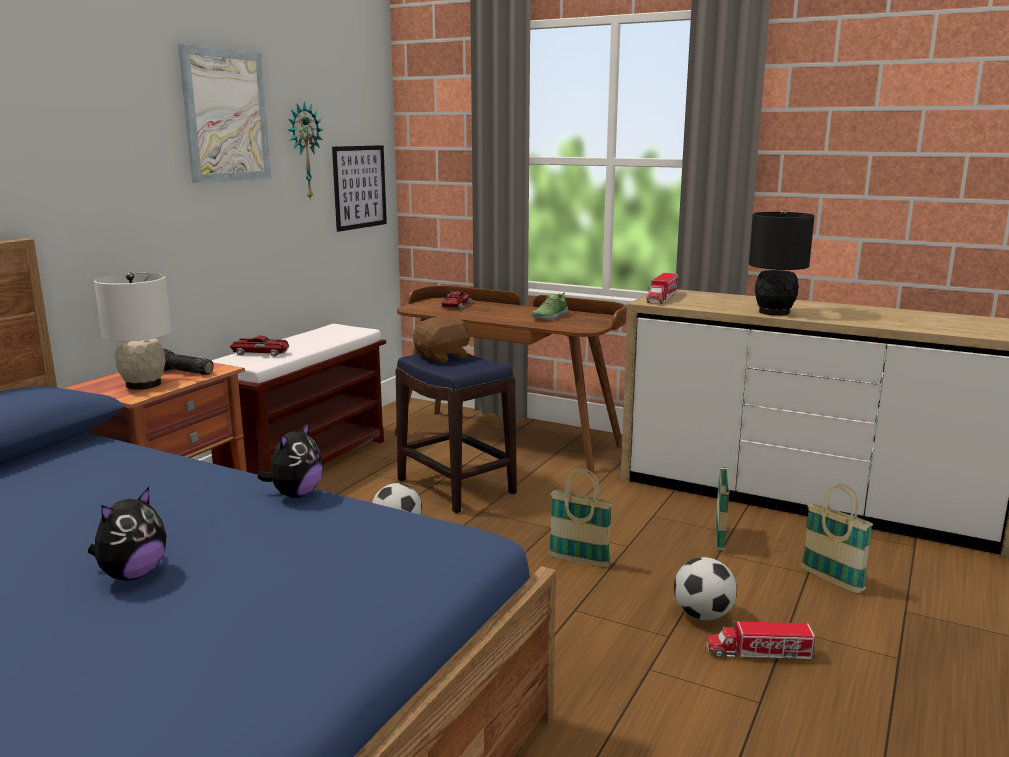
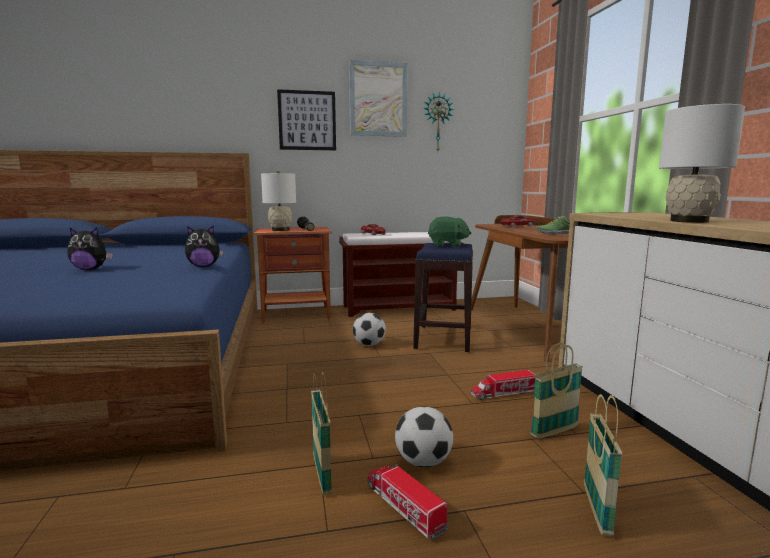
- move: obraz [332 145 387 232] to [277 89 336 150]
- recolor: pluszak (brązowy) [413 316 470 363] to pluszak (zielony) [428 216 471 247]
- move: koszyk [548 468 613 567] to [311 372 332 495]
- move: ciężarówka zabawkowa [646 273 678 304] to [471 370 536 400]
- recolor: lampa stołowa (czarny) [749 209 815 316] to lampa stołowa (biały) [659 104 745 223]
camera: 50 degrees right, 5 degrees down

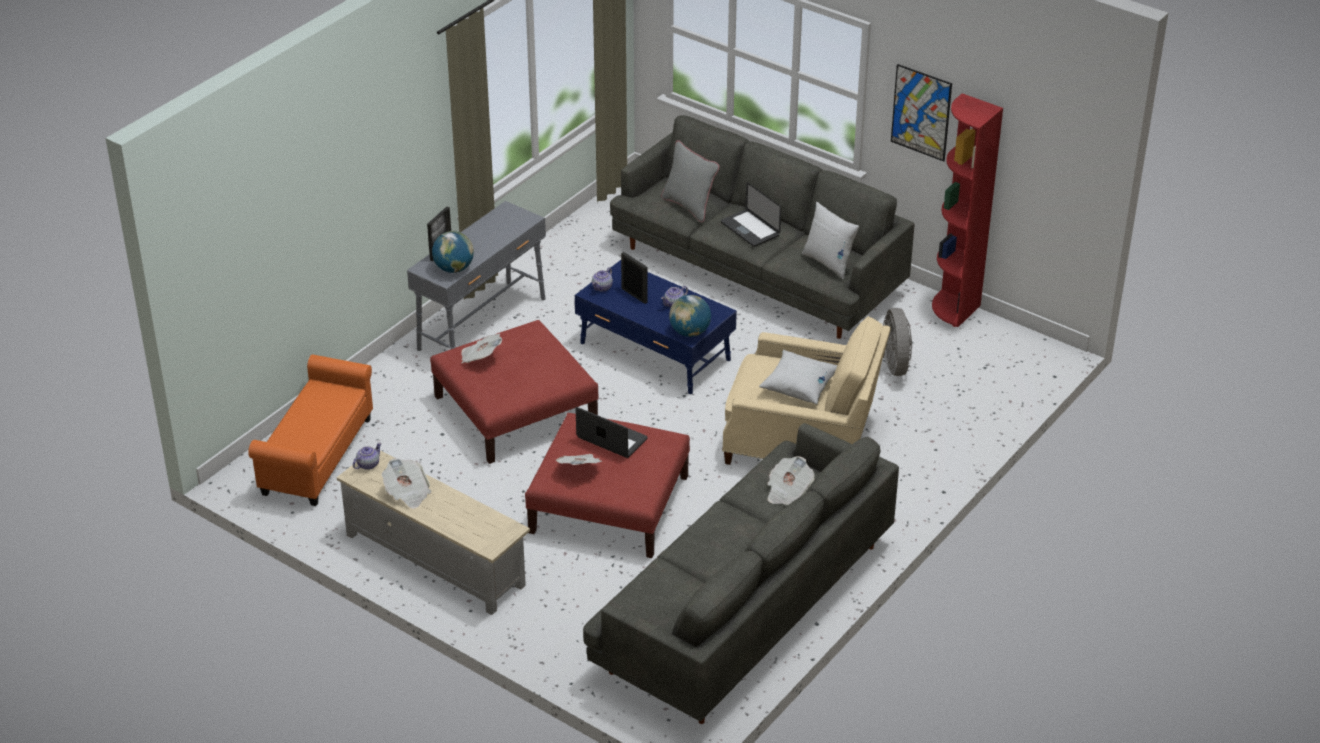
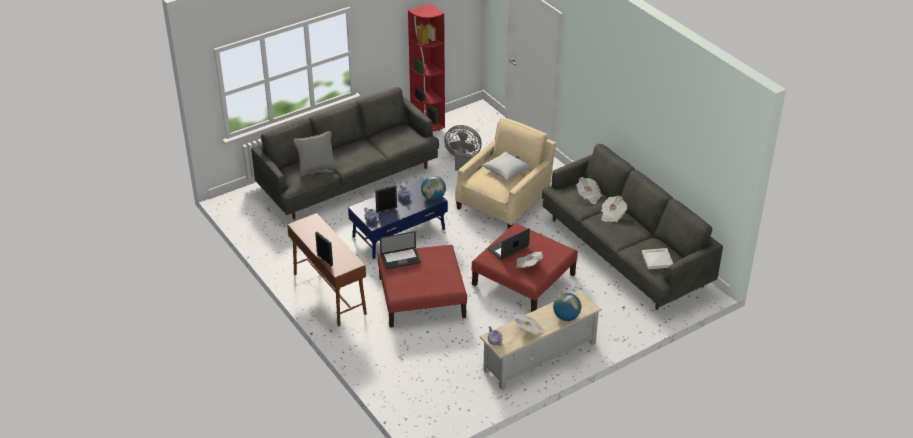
- delete: pufa (pomarańczowy) [248 354 373 506]
- recolor: stolik konsolowy (szary) [407 201 546 351] to stolik konsolowy (brązowy) [287 213 367 326]
- move: globus [432 231 474 273] to [553 293 581 321]
- move: gazeta [461 334 502 364] to [601 196 627 222]
- move: laptop [721 182 781 247] to [380 231 421 269]
- delete: poduszka (szary) [802 202 859 279]
- delete: obraz [891 64 952 161]
- insert: taca (biały) [642 248 673 269]
camera: 70 degrees left, 0 degrees up

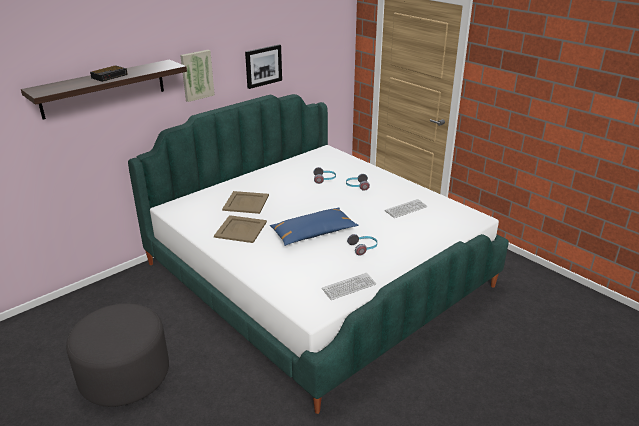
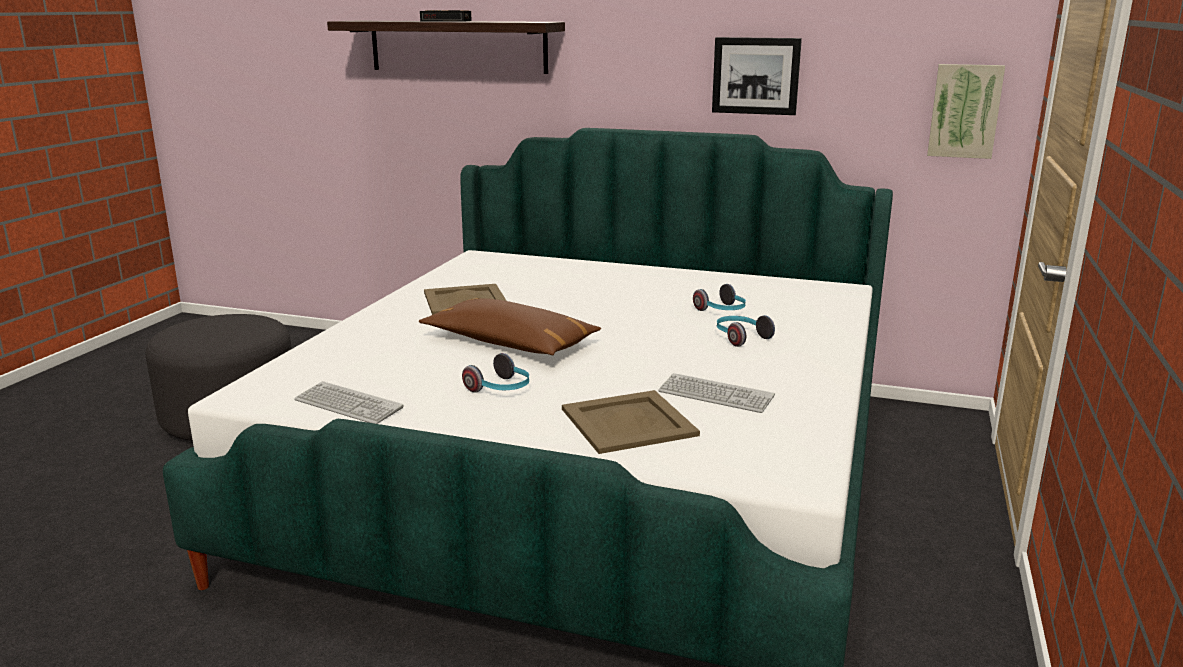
- move: obraz [180 50 215 102] to [927 64 1005 159]
- move: taca (beżowy) [222 191 269 214] to [562 390 700 454]
- recolor: poduszka (niebieski) [270 207 358 246] to poduszka (brązowy) [419 298 601 355]
camera: 60 degrees right, 10 degrees down

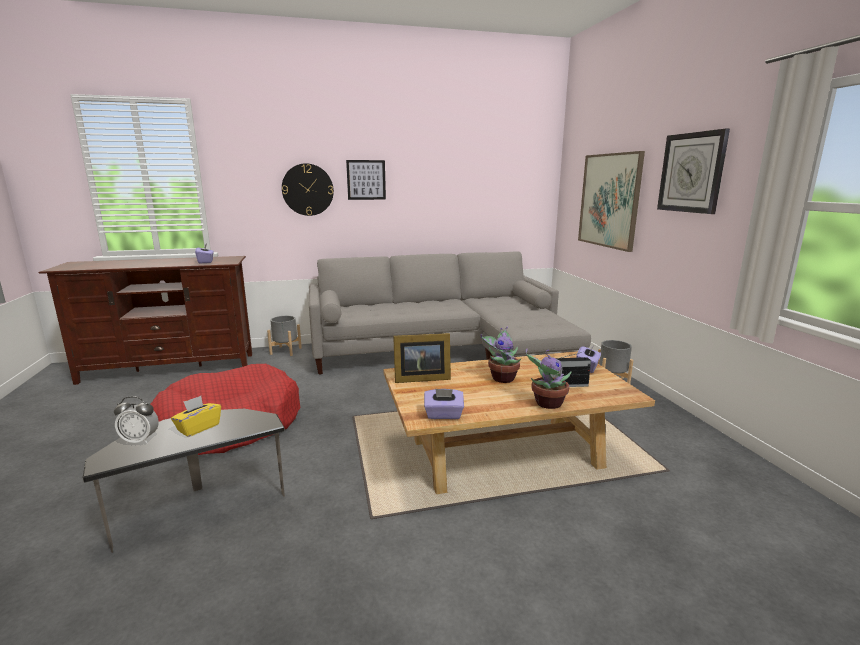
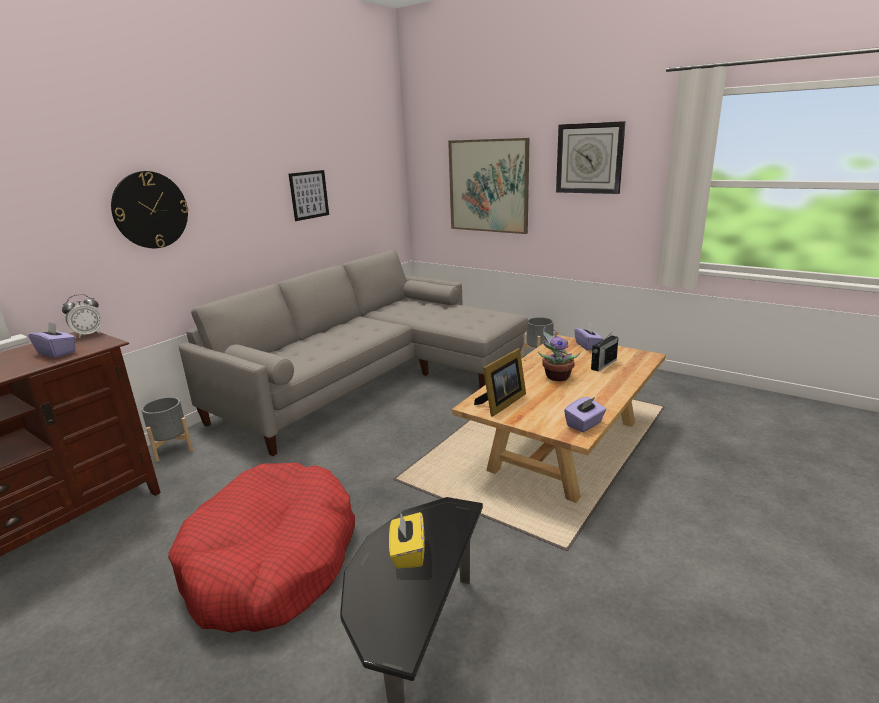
- move: budzik [114 396 159 444] to [62 294 102 338]
- move: obraz [346 160 386 200] to [289 170 329 221]
- delete: roślina doniczkowa [525 348 572 409]
camera: 40 degrees left, 5 degrees up

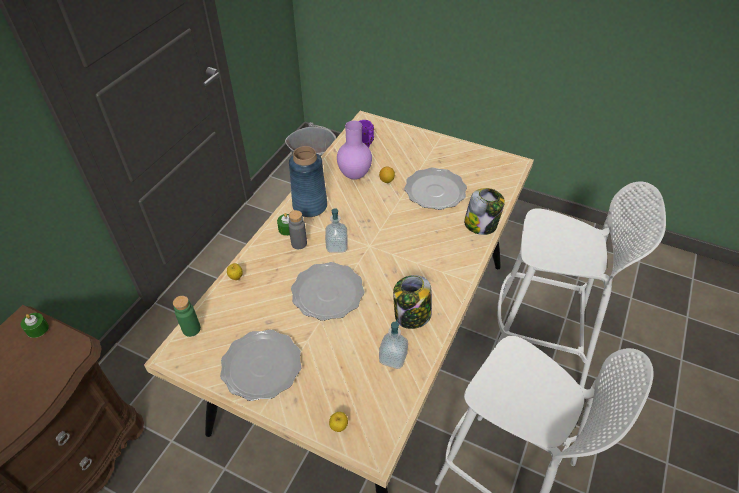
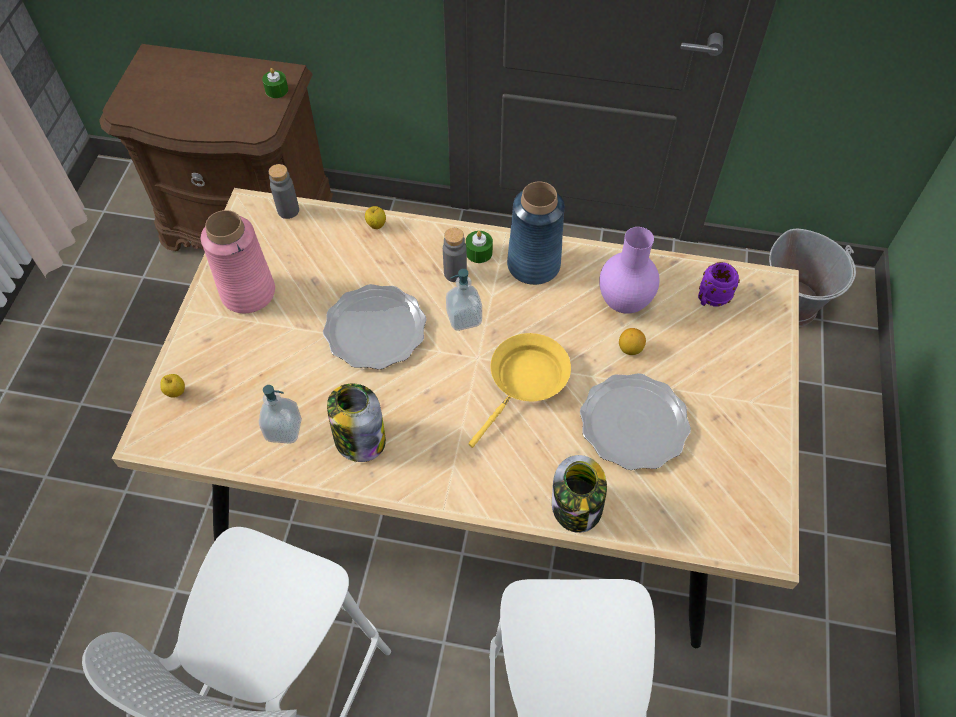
- recolor: butelka (zielony) [173 296 201 337] to butelka (szary) [269 164 299 219]
- replace: talerz [220 329 301 401] to wazon (różowy) [201 210 275 313]
- insert: patelnia (żółty) [468 333 571 448]
camera: 75 degrees right, 10 degrees up

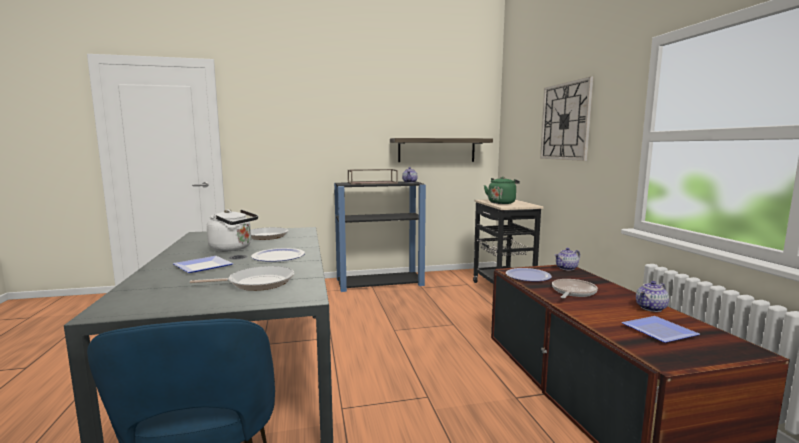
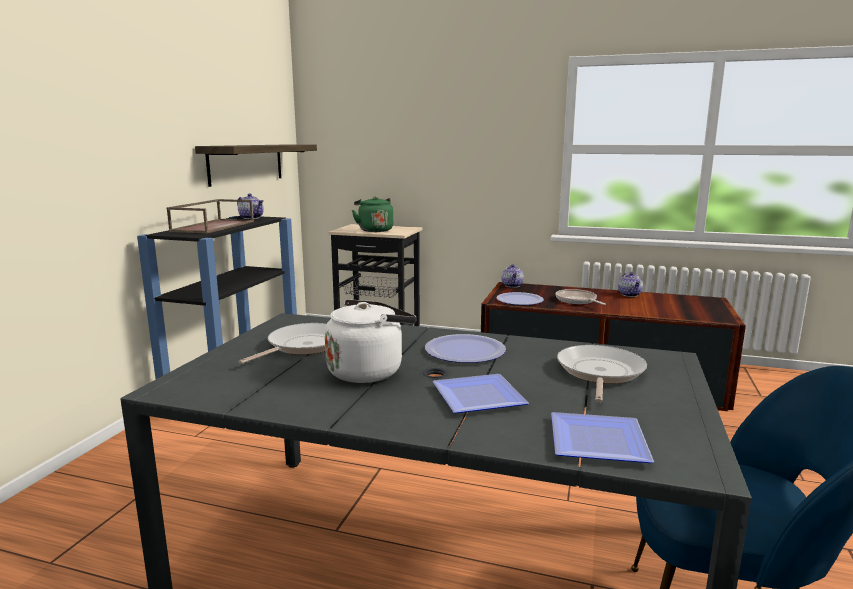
- delete: zegar ścienny [540 77 593 161]
- move: talerz [622 316 700 343] to [551 412 654 463]
camera: 60 degrees left, 5 degrees up

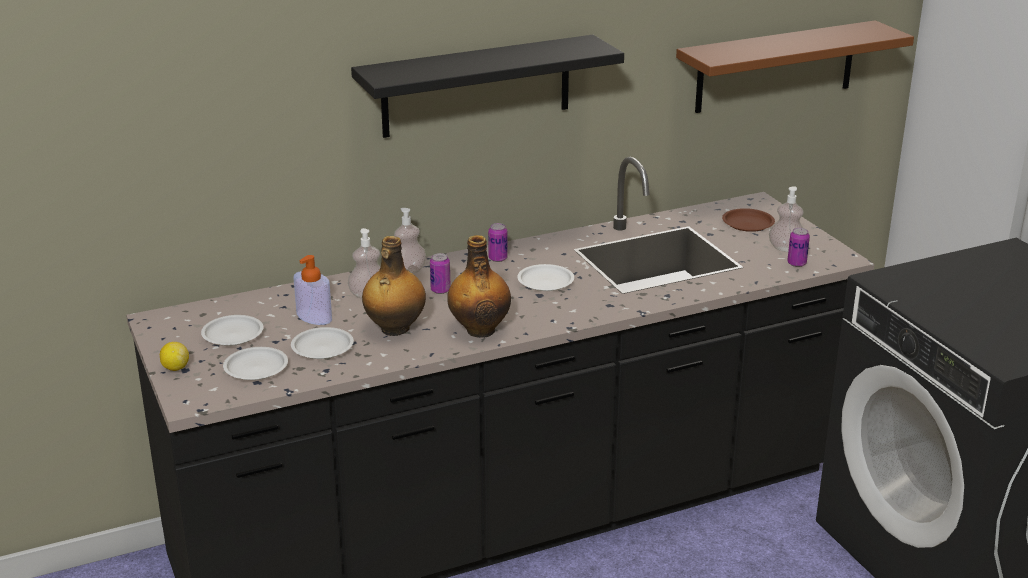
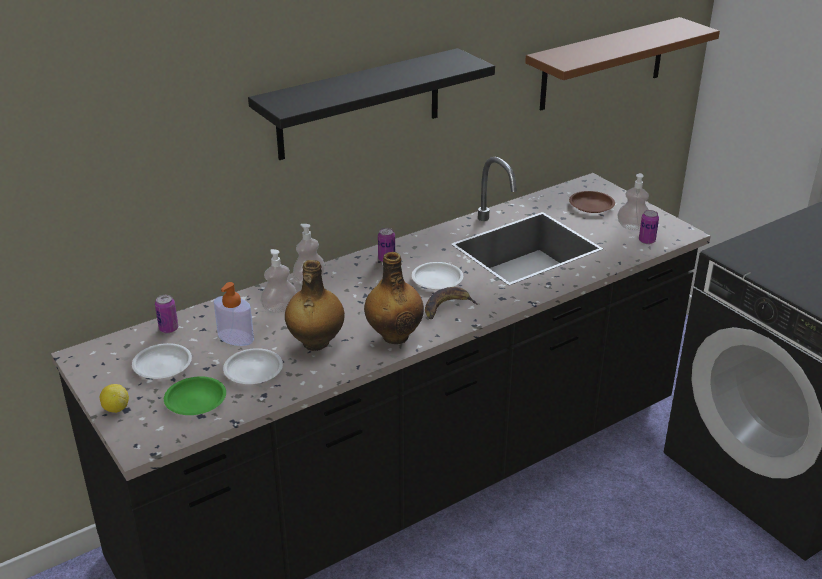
- recolor: talerz (biały) [223 347 288 380] to talerz (zielony) [164 376 226 415]
- move: puszka [430 253 451 294] to [155 295 178 333]
- insert: banan [425 287 479 319]
camera: 10 degrees left, 5 degrees up

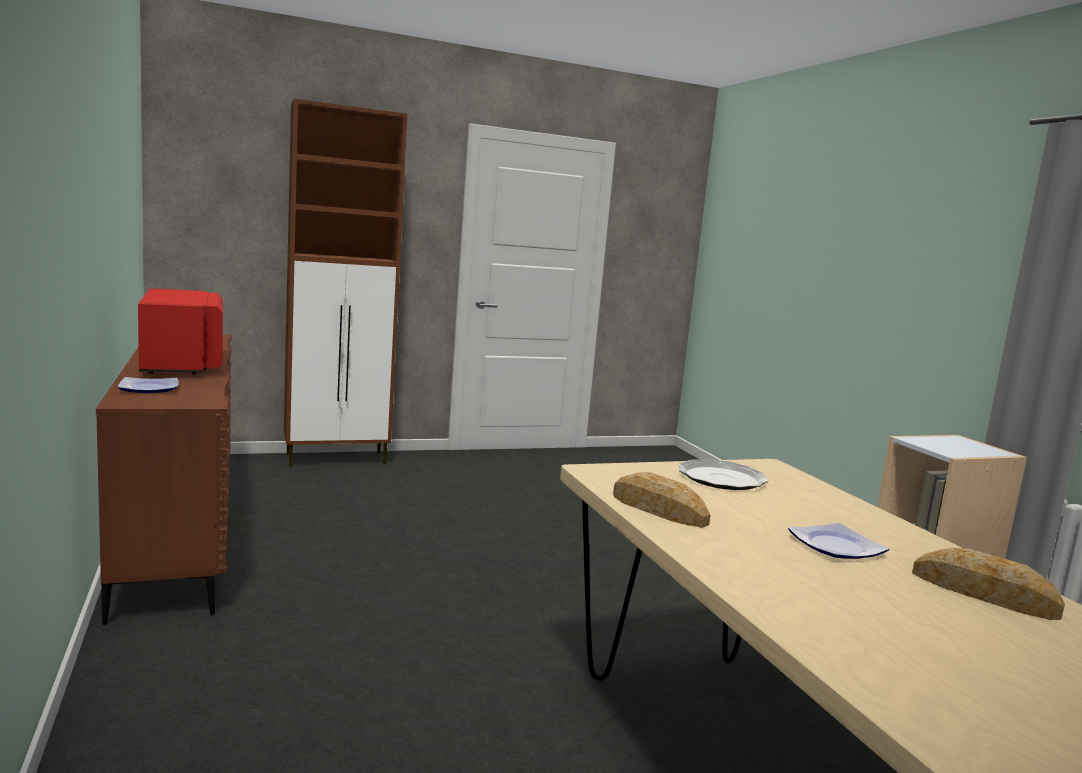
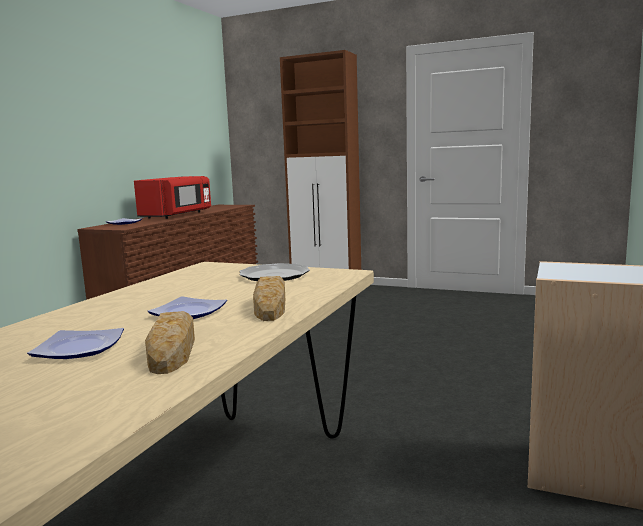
- move: chleb [613 472 711 528] to [253 276 285 321]
- insert: talerz [27 328 124 359]
camera: 45 degrees right, 0 degrees up

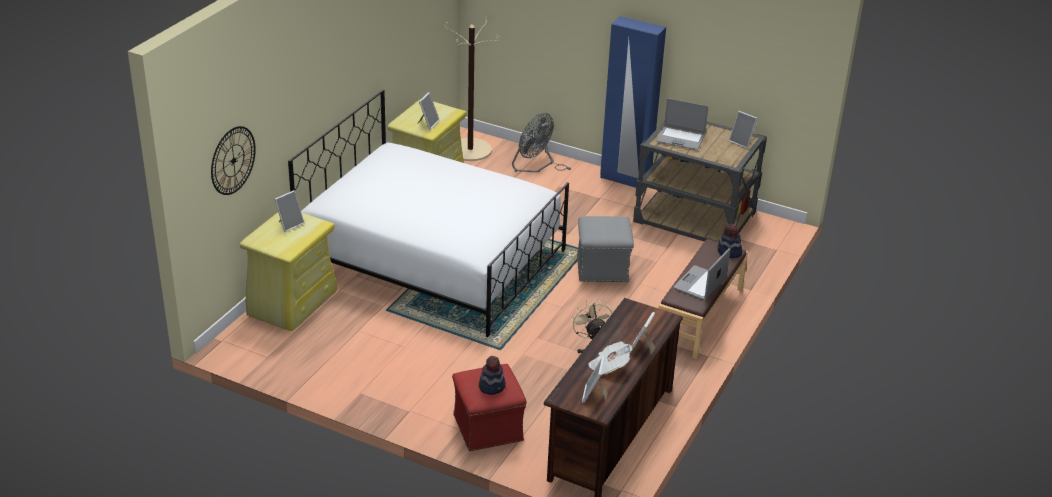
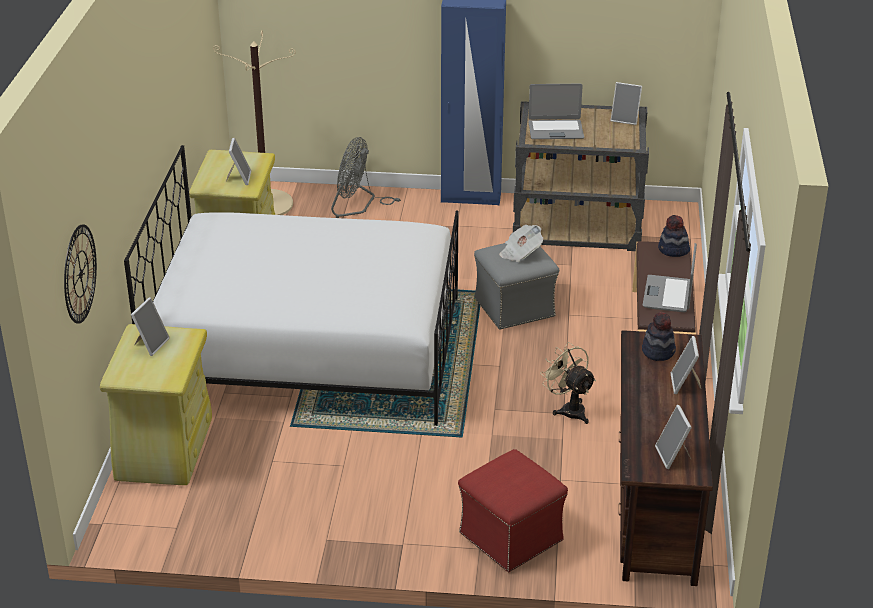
- move: kapelusz [479 356 506 395] to [642 312 676 361]
- move: gazeta [588 341 632 374] to [499 225 543 262]
camera: 20 degrees left, 0 degrees up

